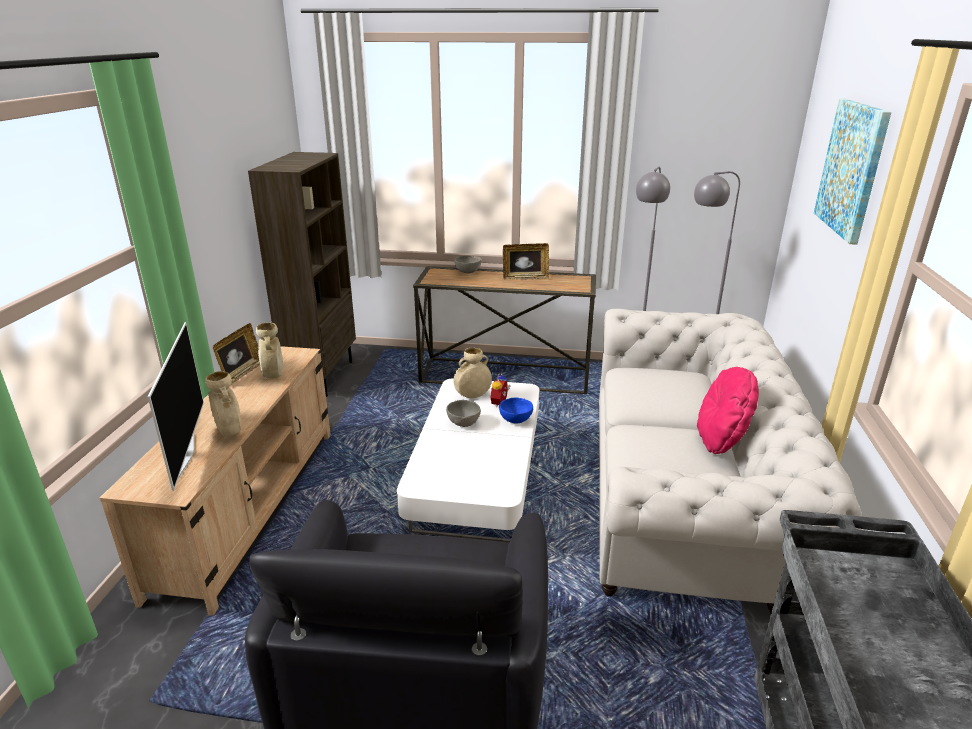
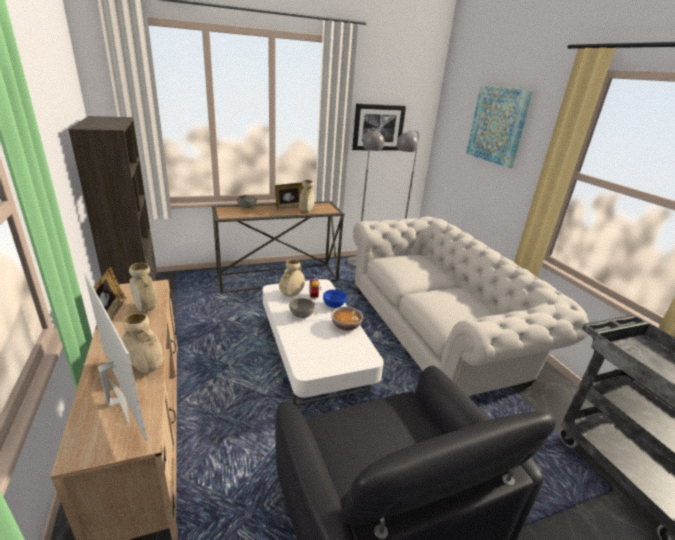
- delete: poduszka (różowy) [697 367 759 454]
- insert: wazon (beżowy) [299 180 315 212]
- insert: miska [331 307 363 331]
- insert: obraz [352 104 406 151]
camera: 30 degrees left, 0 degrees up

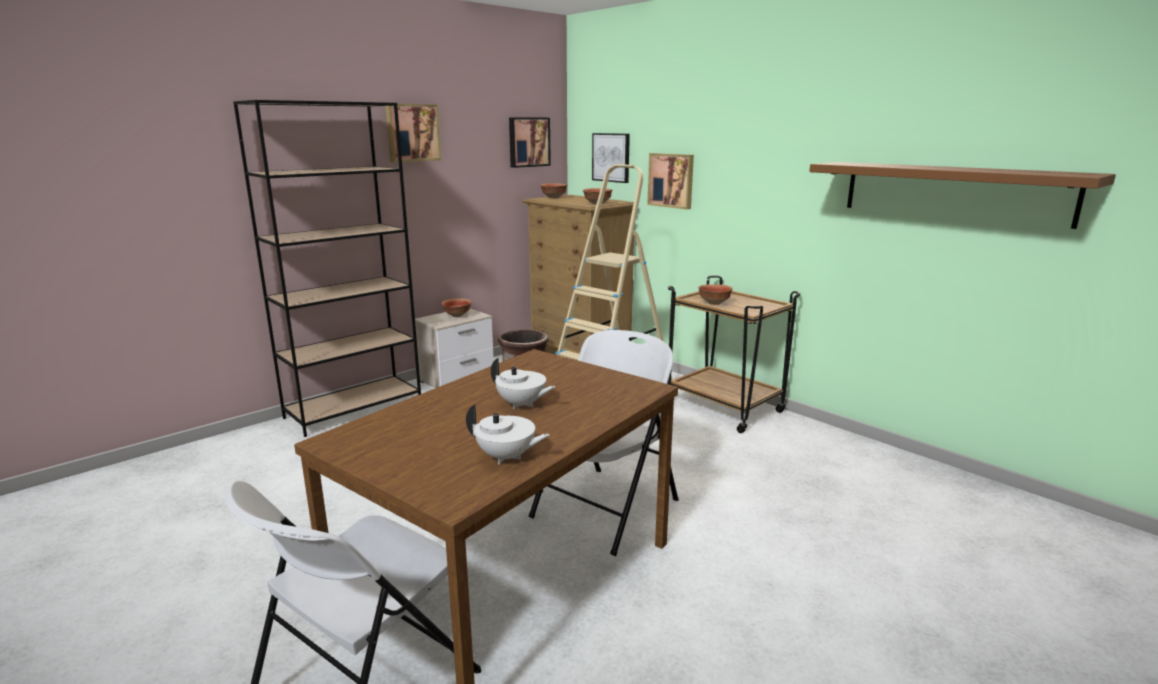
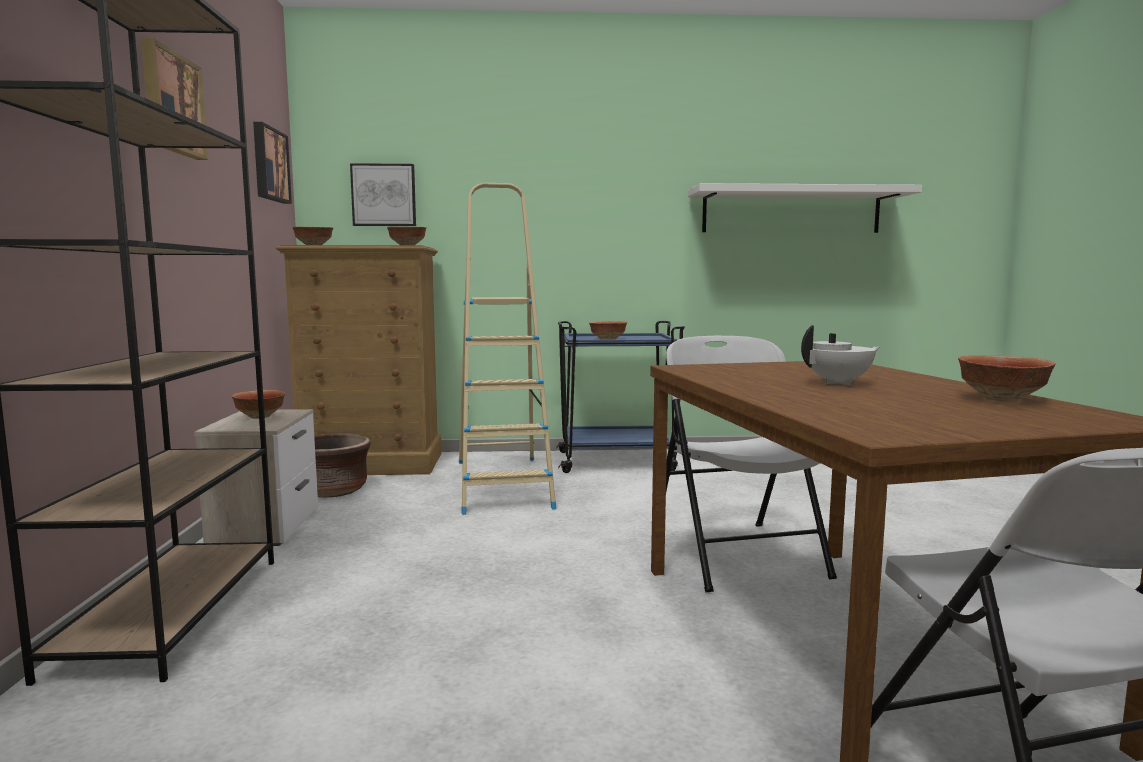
- replace: imbryk (biały) [466 404 550 464] to miska [958 355 1056 402]
- delete: obraz [647 153 694 209]
- recolor: wózek (brązowy) [667 276 800 433] to wózek (niebieski) [556 321 685 473]
- recolor: półka (brązowy) [809 162 1116 229] to półka (biały) [688 183 922 233]
camera: 50 degrees left, 10 degrees down

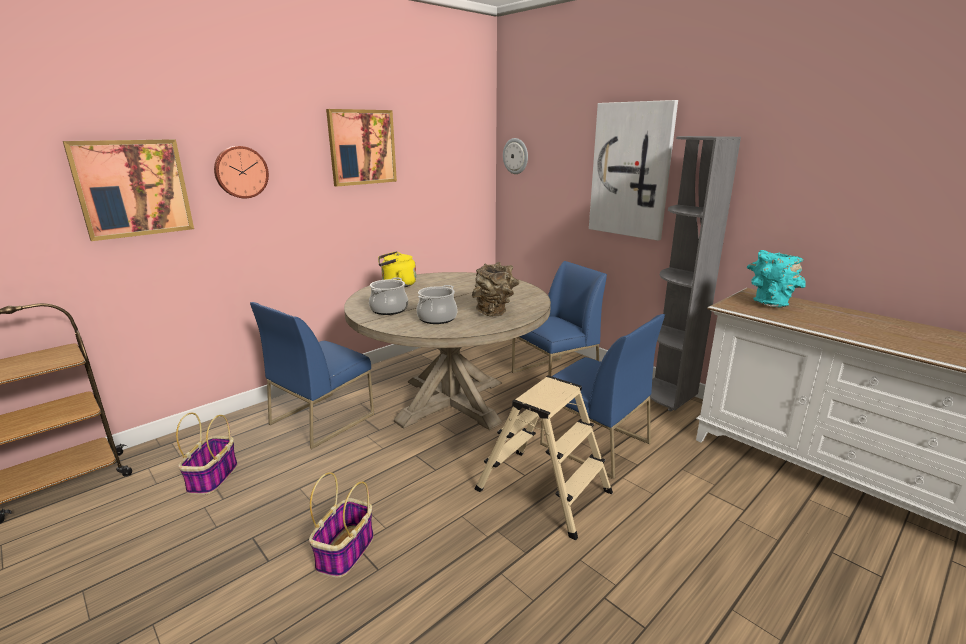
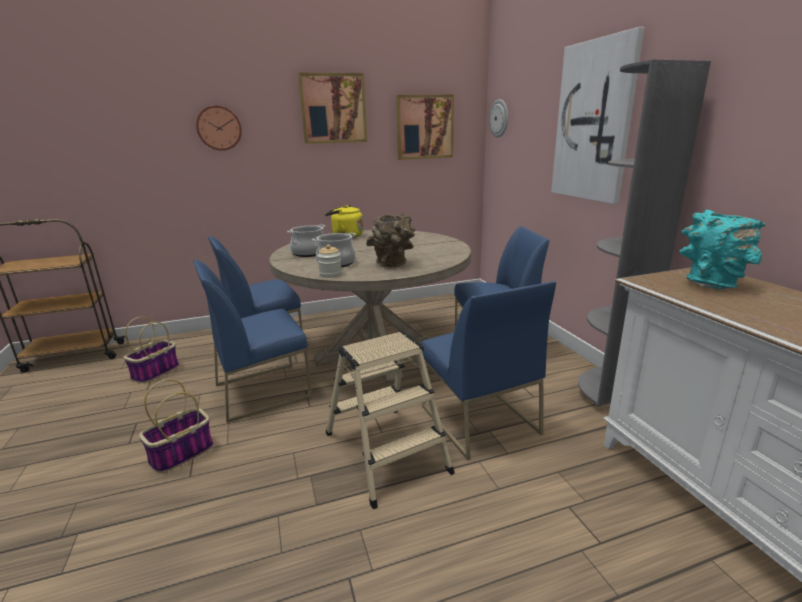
- move: obraz [63 139 194 241] to [396 95 454 160]
- insert: krzesło (niebieski) [193 260 312 423]
- insert: słoik [317 244 342 278]
camera: 25 degrees right, 0 degrees up

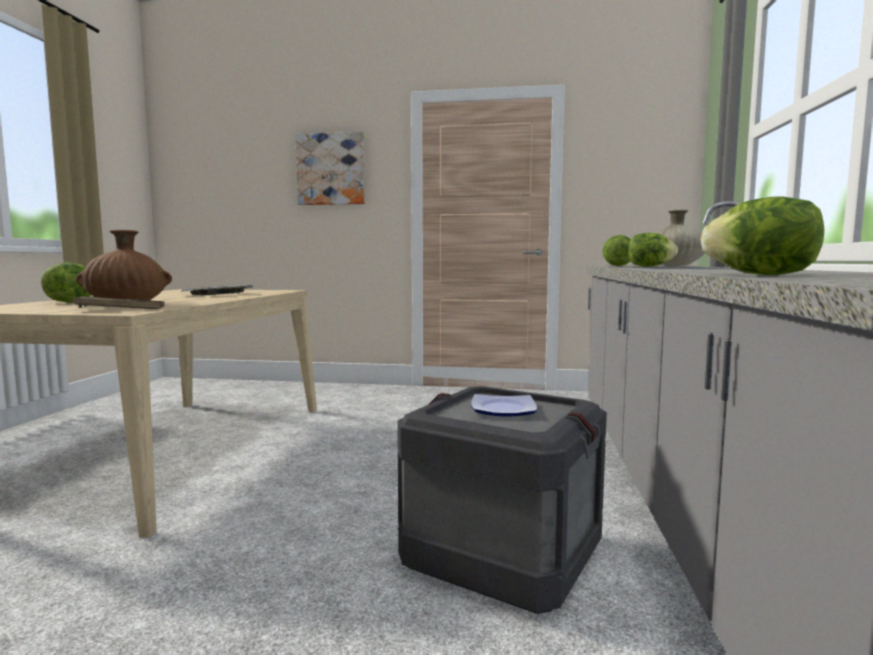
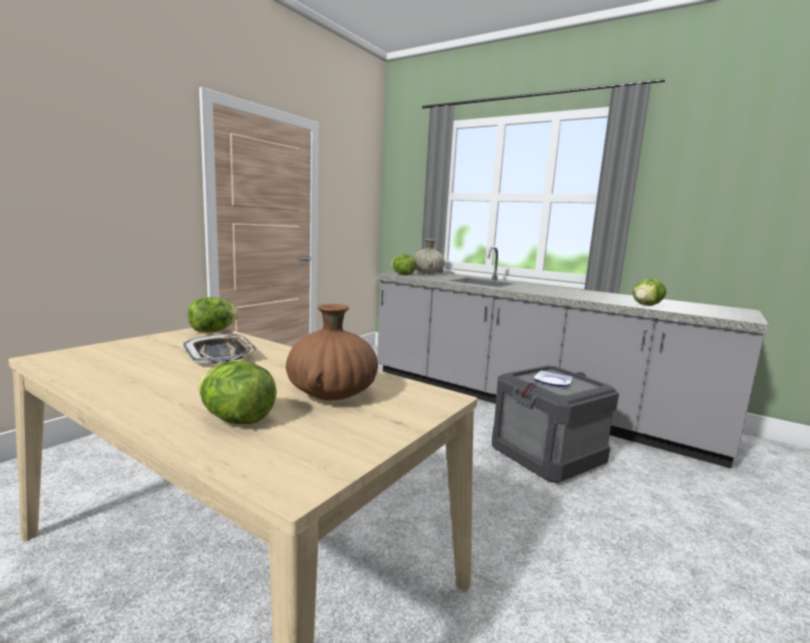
- delete: taca (brązowy) [73 296 165 309]
- delete: obraz [295 132 365 205]
- move: sałata [628 233 678 267] to [188 297 239 332]
camera: 65 degrees left, 5 degrees up

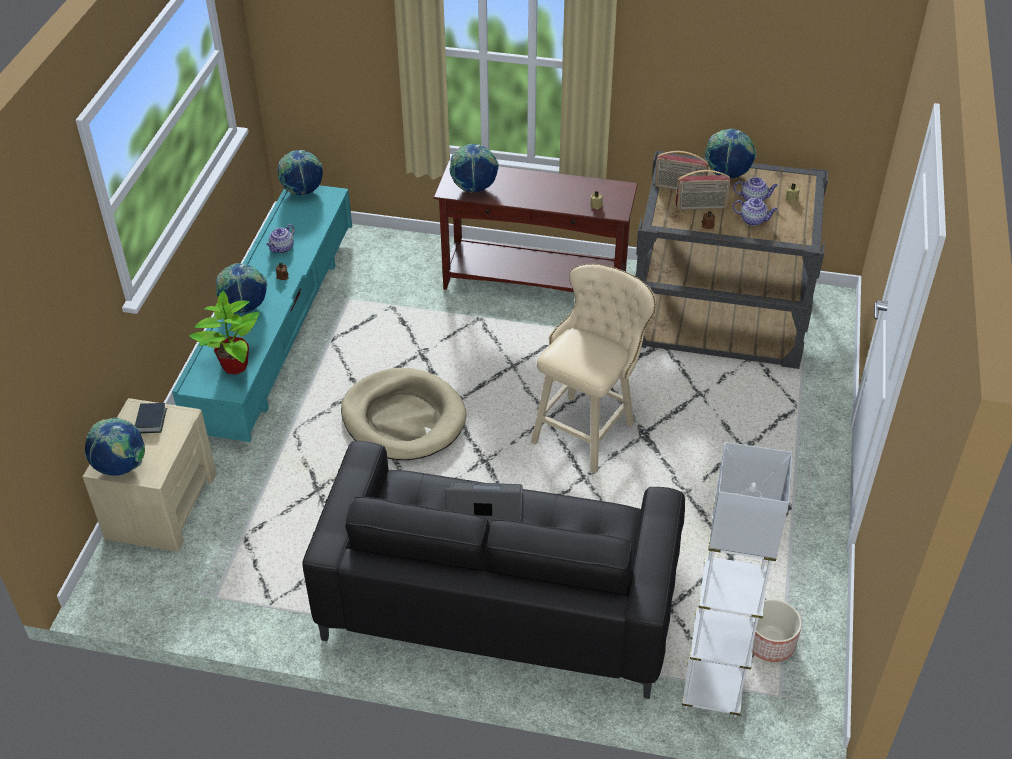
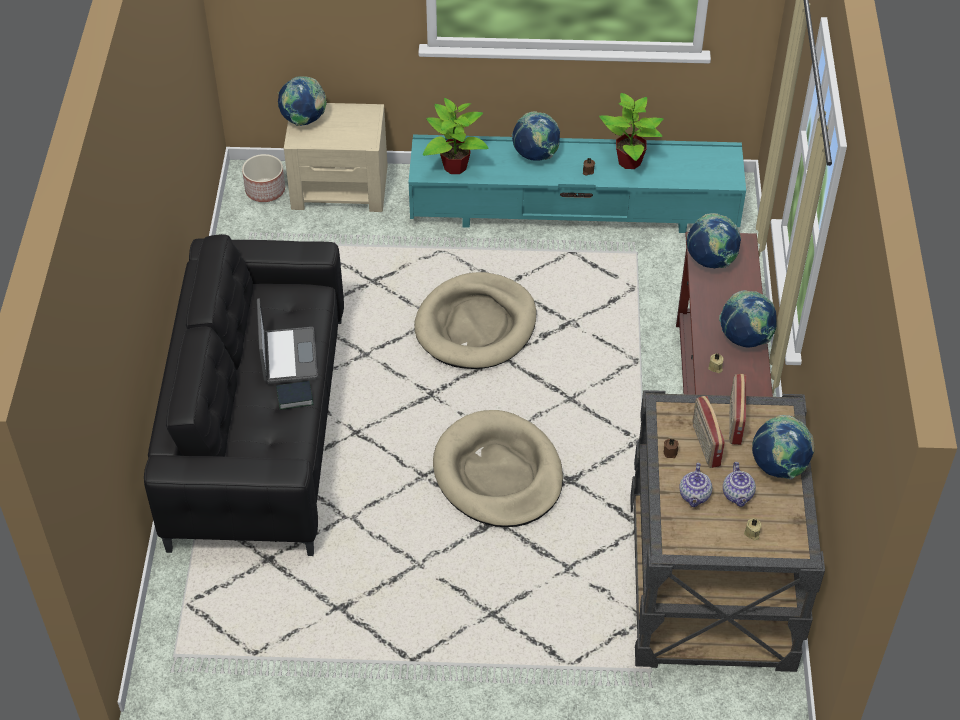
- move: książka [135 403 167 433] to [276 381 314 410]
- replace: imbryk [266 224 295 253] to roślina doniczkowa [599 93 664 169]
- move: globus [277 150 323 196] to [719 290 777 348]
- replace: stołek (beżowy) [531 264 657 473] to legowisko (beżowy) [433 410 563 527]
- delete: lampa stojąca (biały) [682 442 793 717]
- move: donica [752 599 802 662] to [242 154 285 202]
camera: 80 degrees right, 5 degrees up

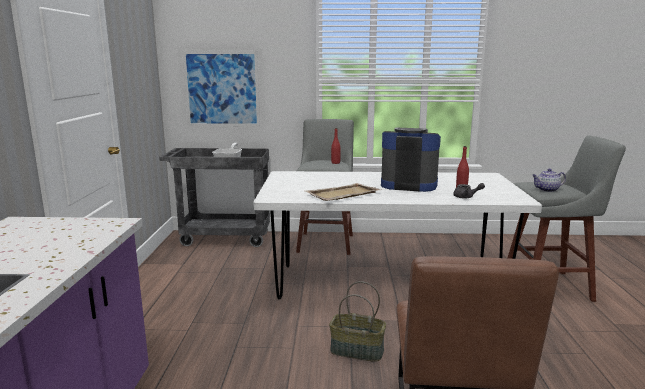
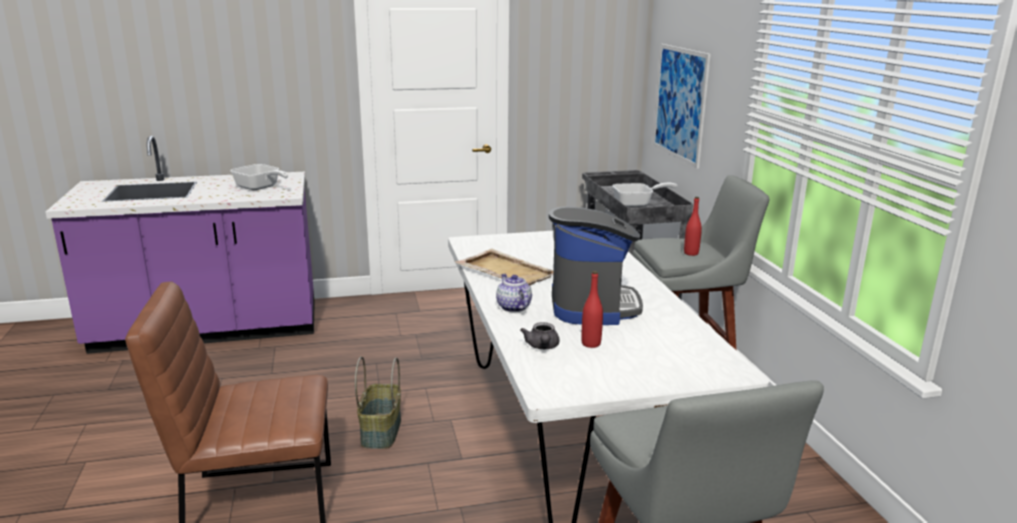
- move: imbryk [532 169 566 192] to [496 274 532 312]
- insert: patelnia [231 164 288 190]
camera: 75 degrees right, 5 degrees up

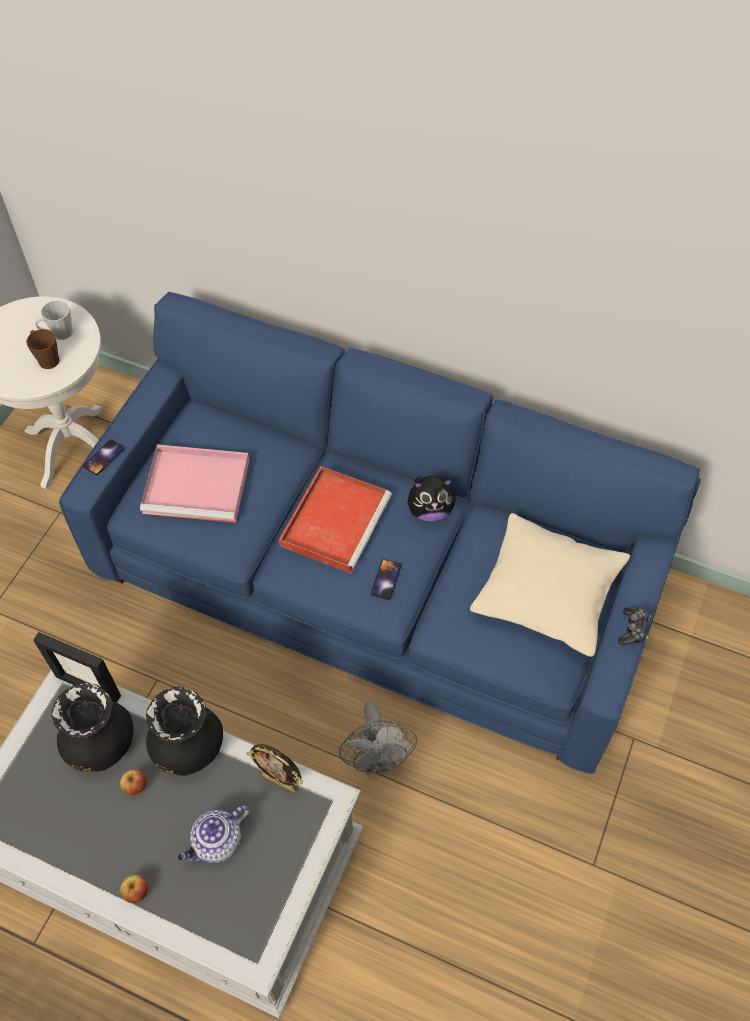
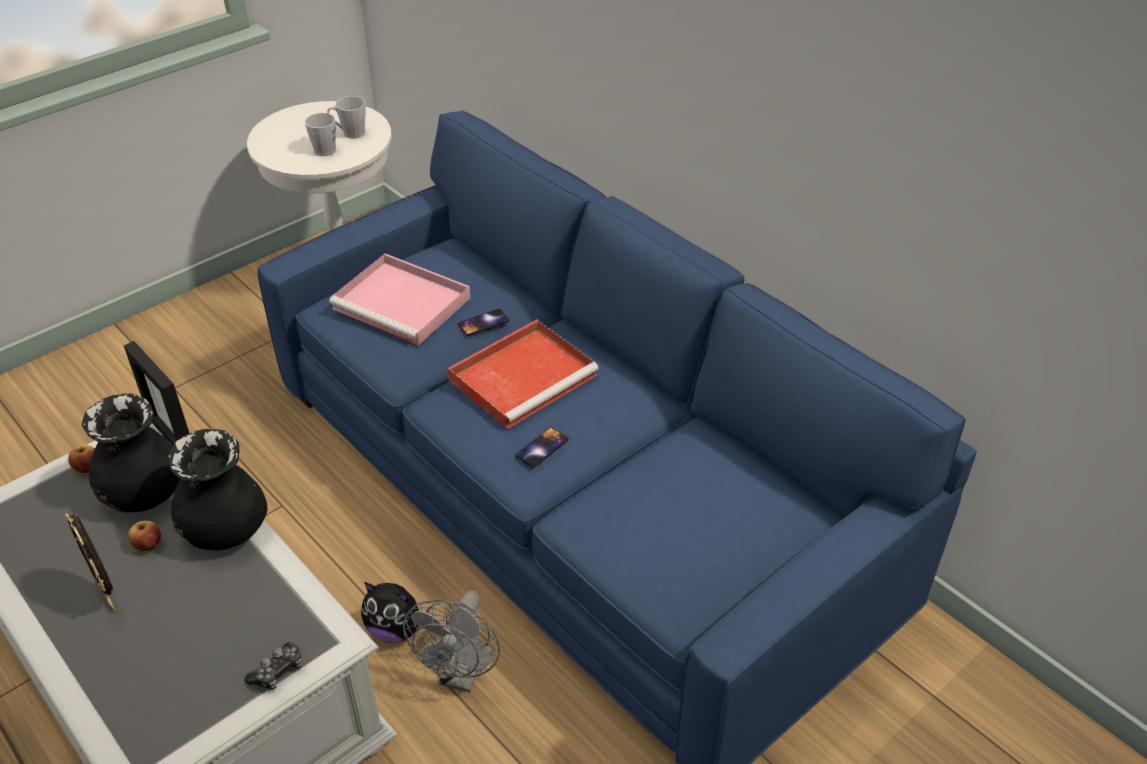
- recolor: kubek (brązowy) [26 329 60 369] to kubek (szary) [305 113 336 156]
- move: telefon [83 439 124 475] to [458 309 509 336]
- move: jabłko [120 875 148 903] to [68 445 95 473]
- delete: imbryk [178 805 250 863]
- move: ramka na zdjęcie [246 744 304 793] to [65 513 116 612]
- move: pluszak [408 476 456 522] to [361 582 431 643]
- delete: poduszka (beżowy) [470 513 630 657]
- move: pad do gier [618 607 651 645] to [245 642 302 690]
camera: 25 degrees right, 15 degrees down

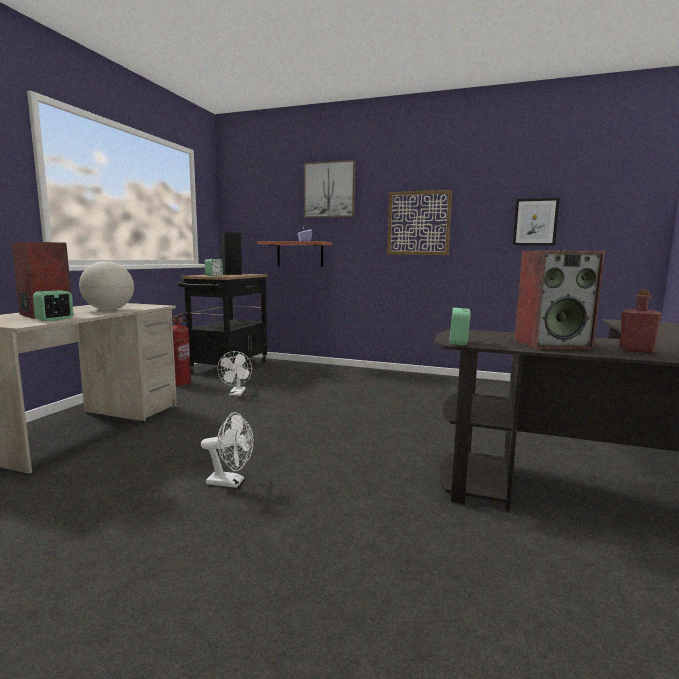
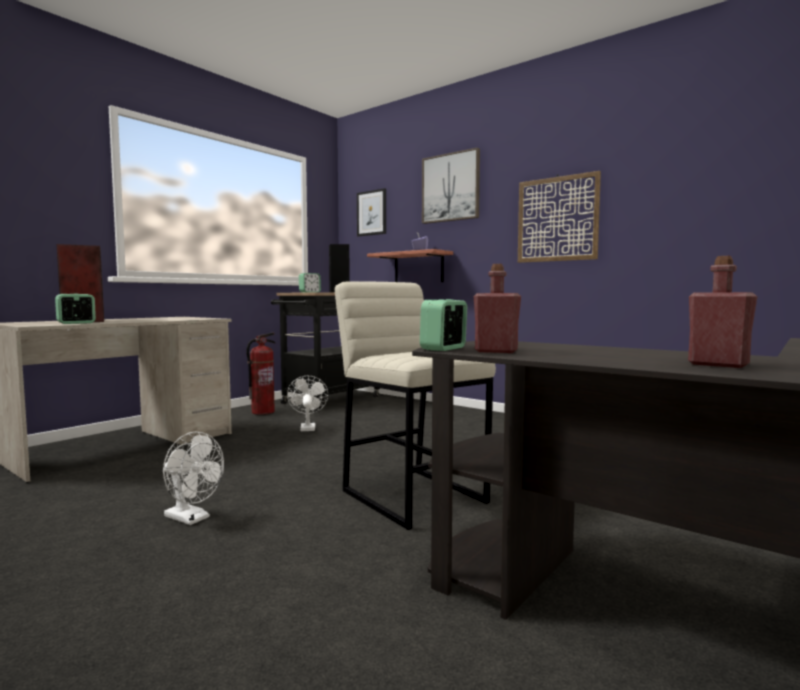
- delete: globus [79 261 134 310]
- rotate: wentylator (biały) [217 351 252 396] = [287 376 328 432] 150 degrees clockwise
- move: obraz [513 198 560 246] to [357 188 386 236]
- delete: głośnik [514 250 605 349]
- insert: krzesło (beżowy) [335 281 496 530]
- insert: butelka (czerwony) [474 264 521 353]
camera: 20 degrees right, 5 degrees down

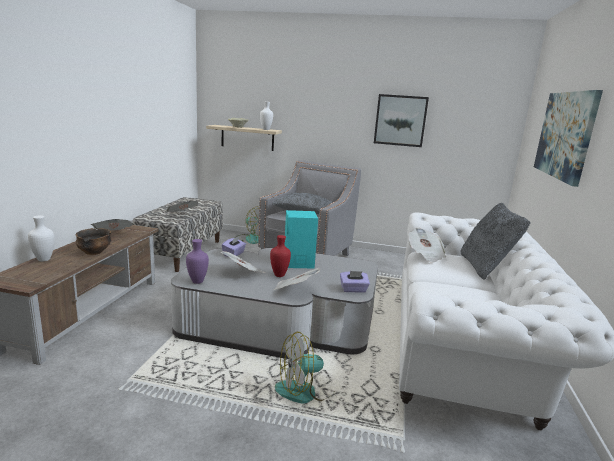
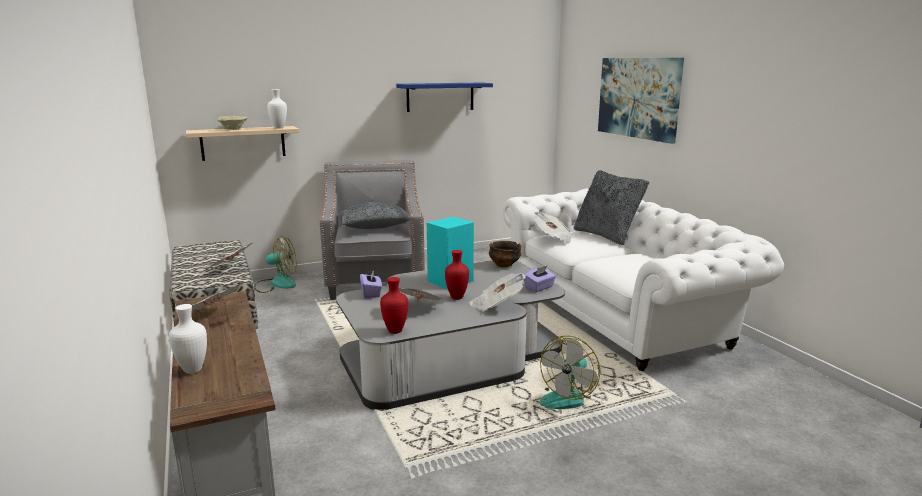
- move: miska [76 228 111 255] to [489 241 522 267]
- recolor: wazon (fioletowy) [186 239 209 284] to wazon (czerwony) [380 277 408 334]
- replace: obraz [374 94 429 147] to półka (niebieski) [396 82 493 112]
camera: 35 degrees left, 0 degrees up

